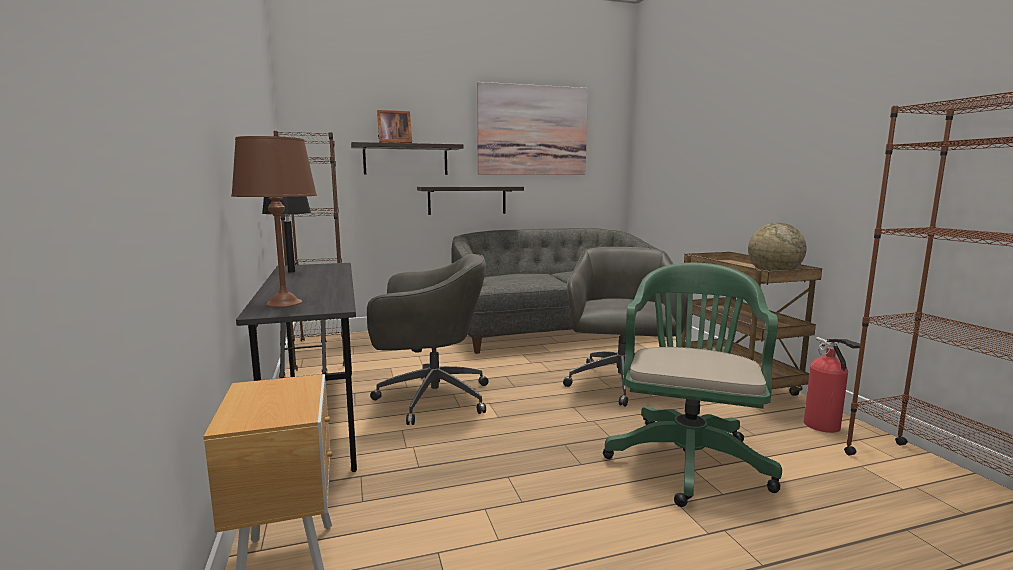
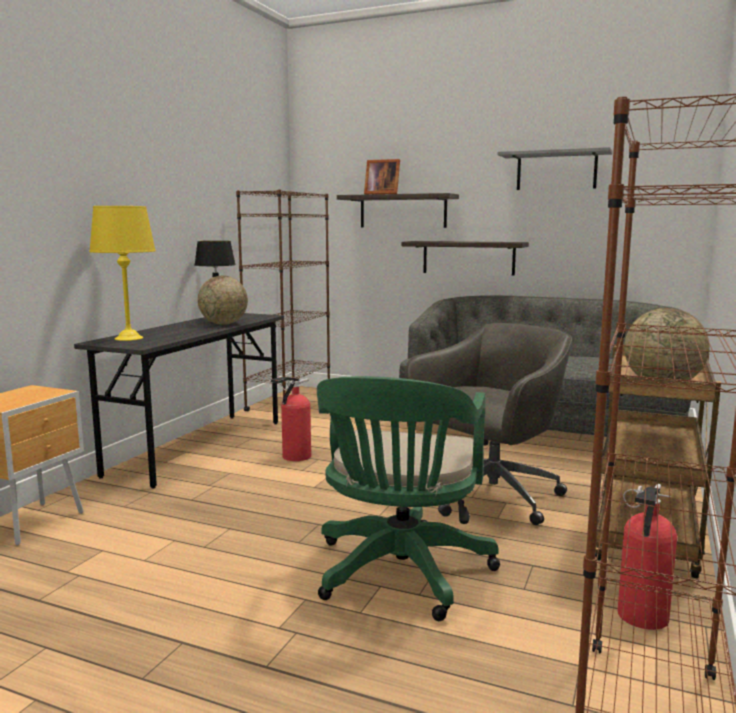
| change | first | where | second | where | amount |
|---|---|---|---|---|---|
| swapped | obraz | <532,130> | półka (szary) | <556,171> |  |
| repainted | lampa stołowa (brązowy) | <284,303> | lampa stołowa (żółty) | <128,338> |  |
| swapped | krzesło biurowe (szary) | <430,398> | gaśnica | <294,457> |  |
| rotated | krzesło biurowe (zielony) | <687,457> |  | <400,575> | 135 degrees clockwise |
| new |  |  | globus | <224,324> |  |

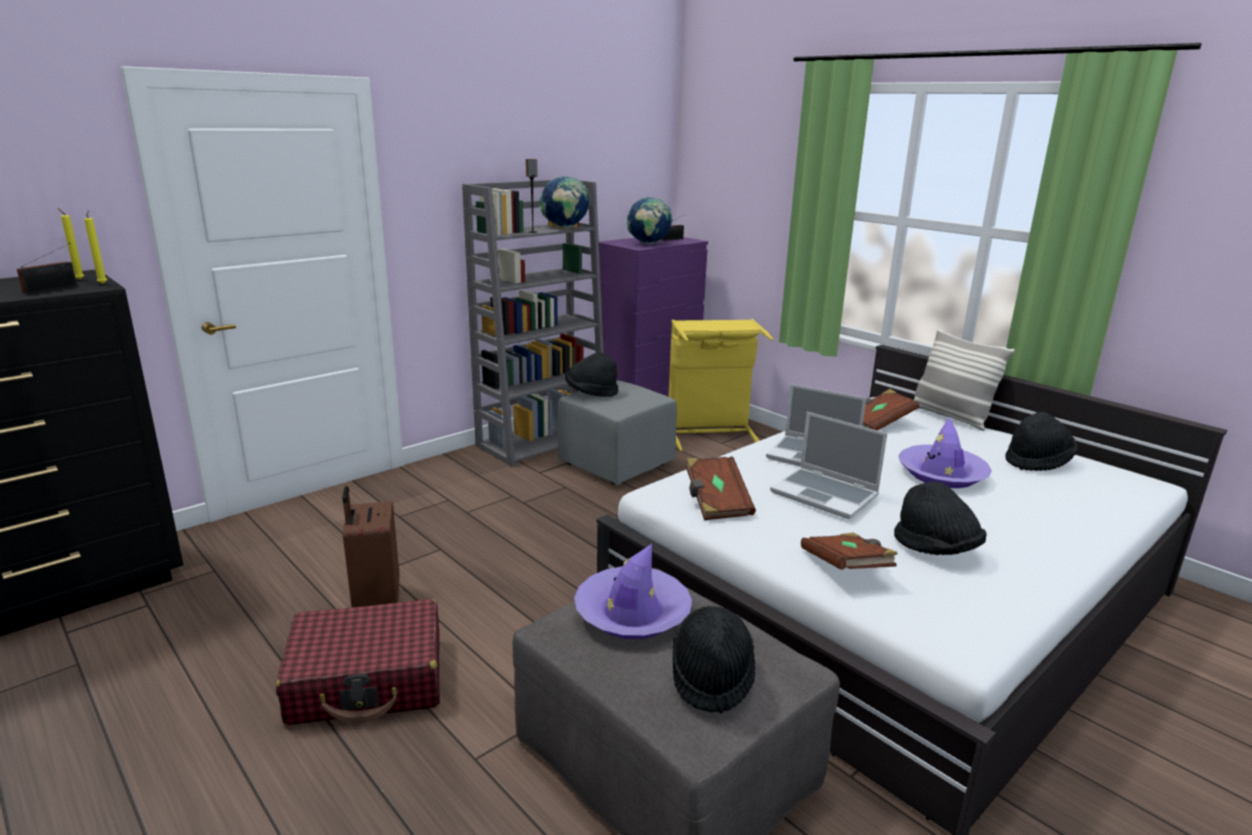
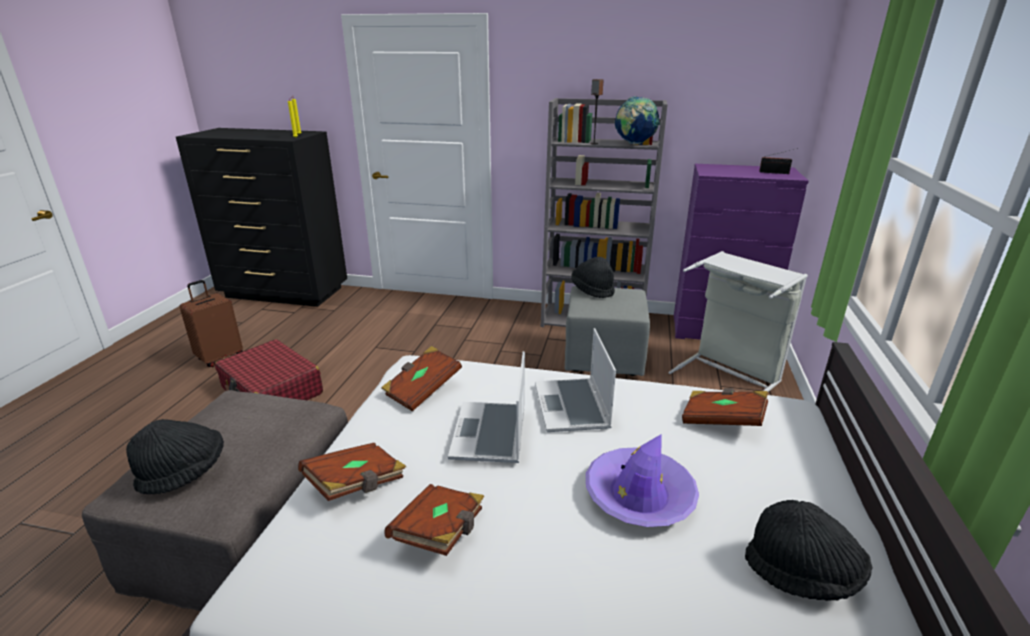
| change | first | where | second | where | amount |
|---|---|---|---|---|---|
| gone | globus | <648,244> |  |  |  |
| gone | radio | <54,289> |  |  |  |
| repainted | kosz na pranie (żółty) | <711,433> | kosz na pranie (szary) | <729,374> |  |
| gone | poduszka | <950,416> |  |  |  |
| swapped | kapelusz (czarny) | <936,549> | książka (brązowy) | <440,532> |  |
| shifted | walizka (brązowy) | <375,602> |  | <220,357> |  |
| gone | kapelusz (fioletowy) | <632,613> |  |  |  |

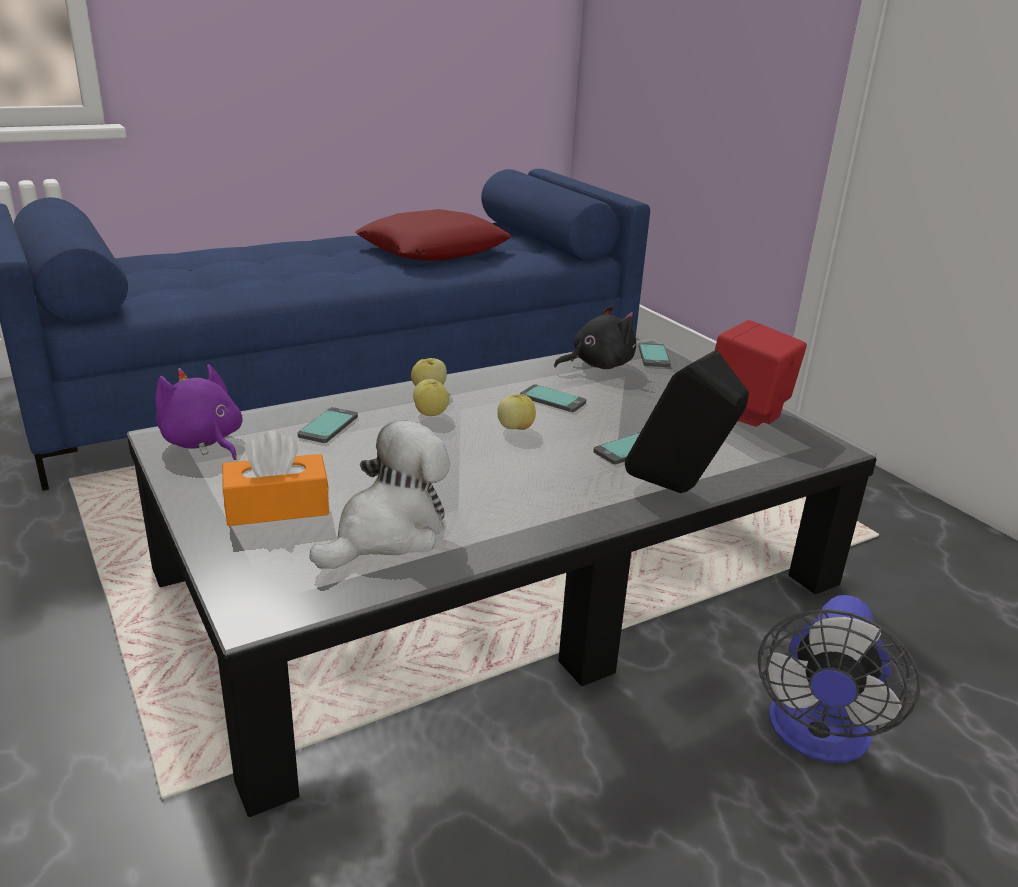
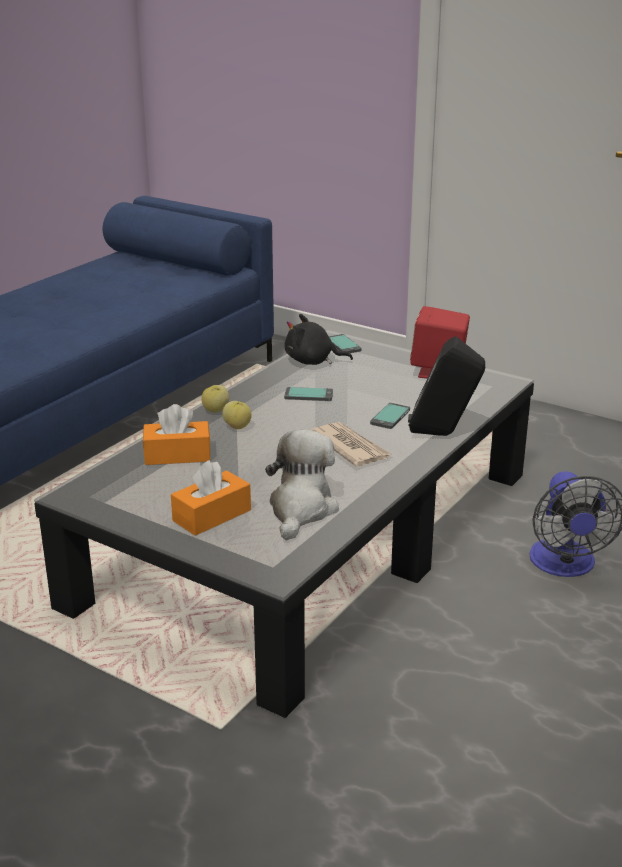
| change | first | where | second | where | amount |
|---|---|---|---|---|---|
| gone | poduszka (czerwony) | <434,249> |  |  |  |
| rotated | pluszak (czarny) | <598,365> |  | <312,361> | 120 degrees counterclockwise |
| gone | pluszak (fioletowy) | <203,442> |  |  |  |
| gone | jabłko | <515,428> |  |  |  |
| swapped | telefon | <328,426> | pudełko chusteczek (pomarańczowy) | <177,455> |  |
| new |  |  | gazeta | <350,447> |  |

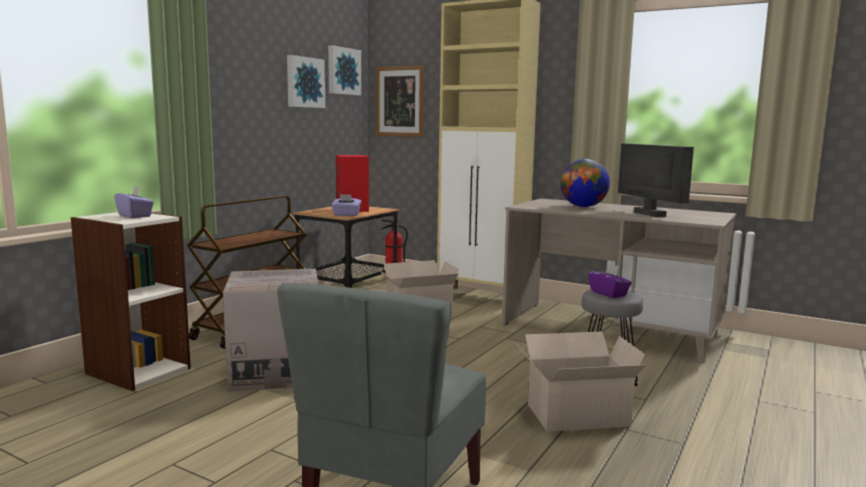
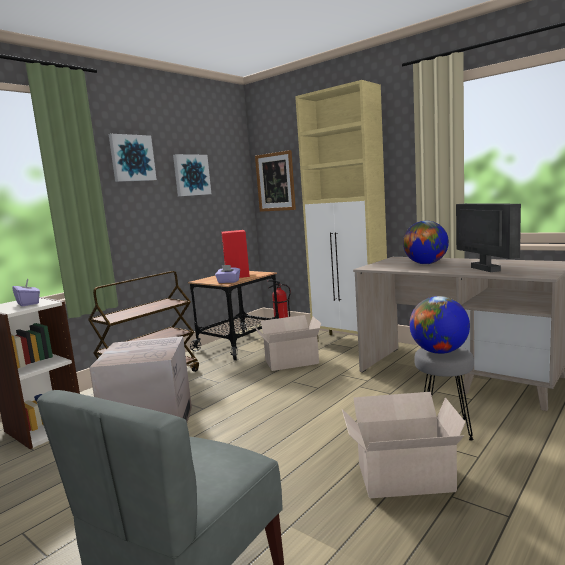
| change | first | where | second | where | amount |
|---|---|---|---|---|---|
| shifted | obraz | <343,71> |  | <132,158> |  |
| swapped | pudełko chusteczek (fioletowy) | <608,293> | globus | <439,352> |  |

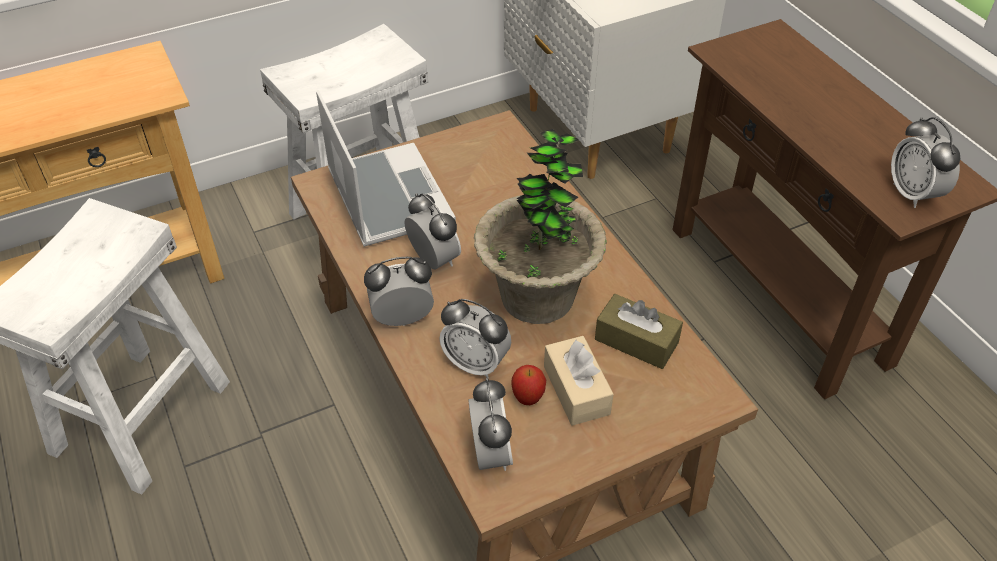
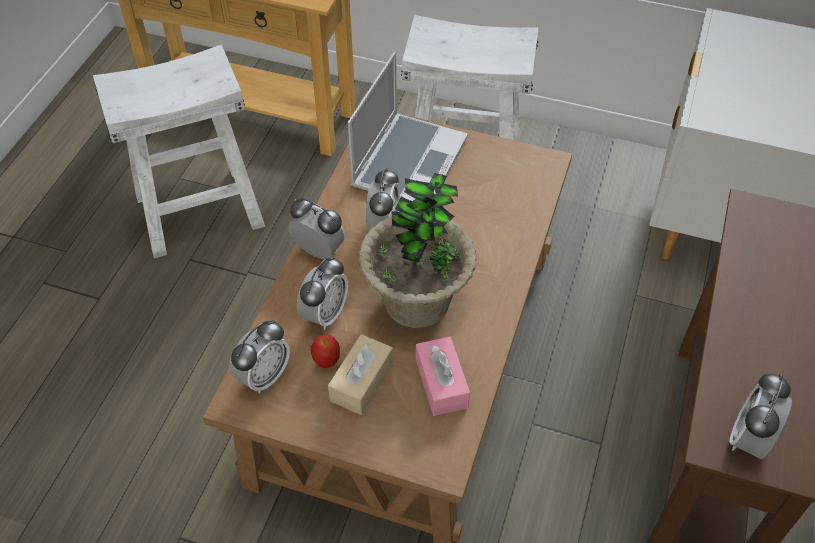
| change | first | where | second | where | amount |
|---|---|---|---|---|---|
| repainted | pudełko chusteczek (brązowy) | <636,341> | pudełko chusteczek (różowy) | <441,383> |  |
| rotated | budzik | <476,363> |  | <325,314> | 135 degrees counterclockwise |

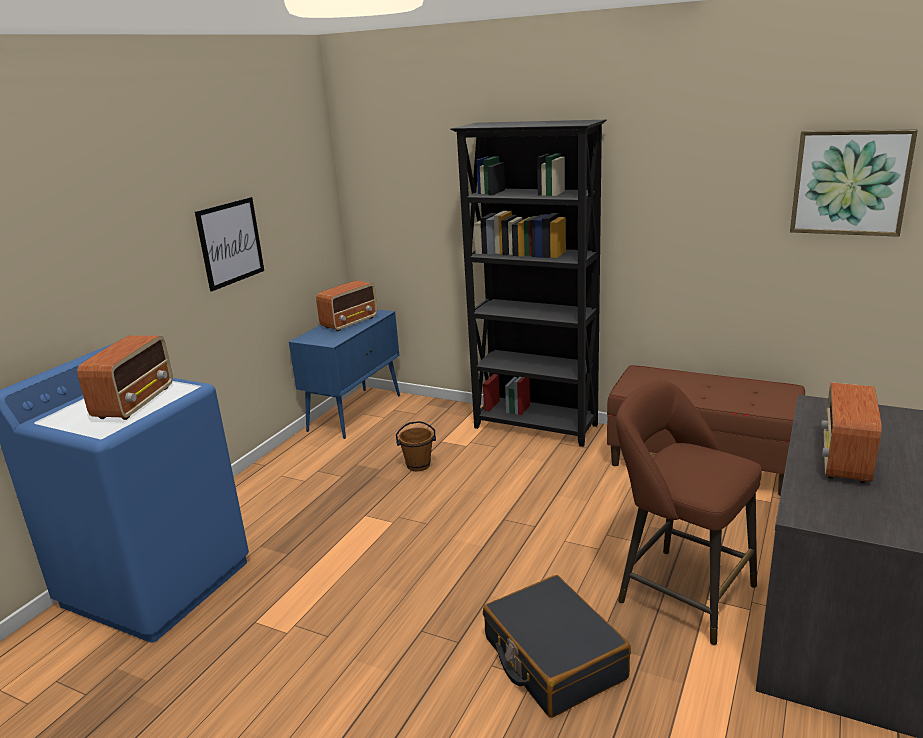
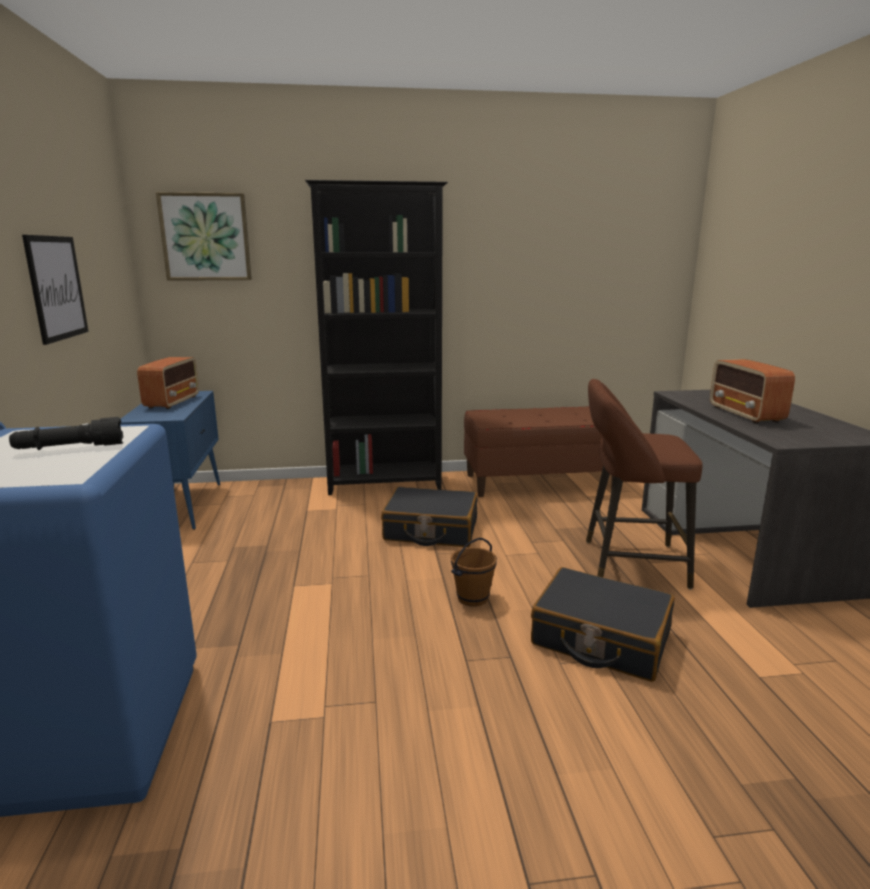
| change | first | where | second | where | amount |
|---|---|---|---|---|---|
| shifted | obraz | <850,182> |  | <206,237> |  |
| swapped | radio | <135,402> | latarka (czarny) | <70,448> |  |
| shifted | wiadro (brązowy) | <418,465> |  | <472,598> |  |
| new |  |  | walizka (czarny) | <431,530> |  |

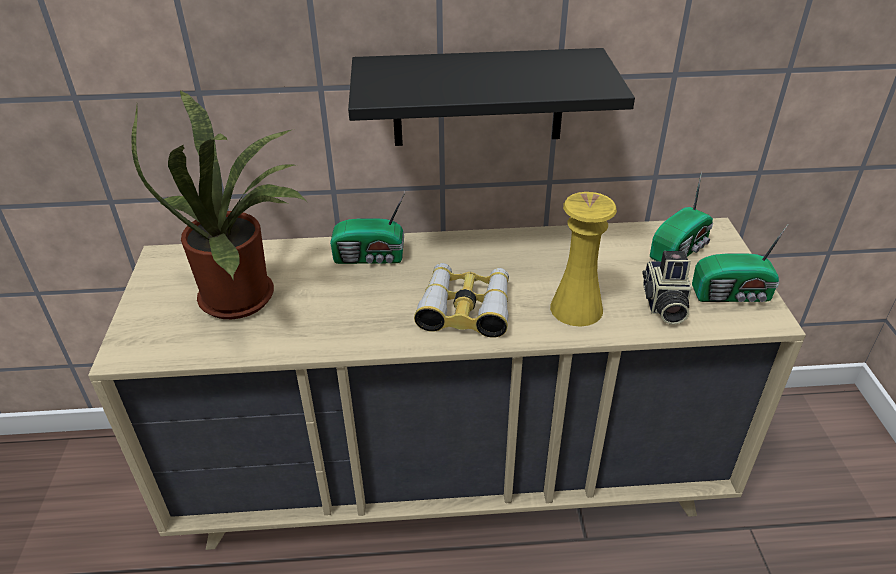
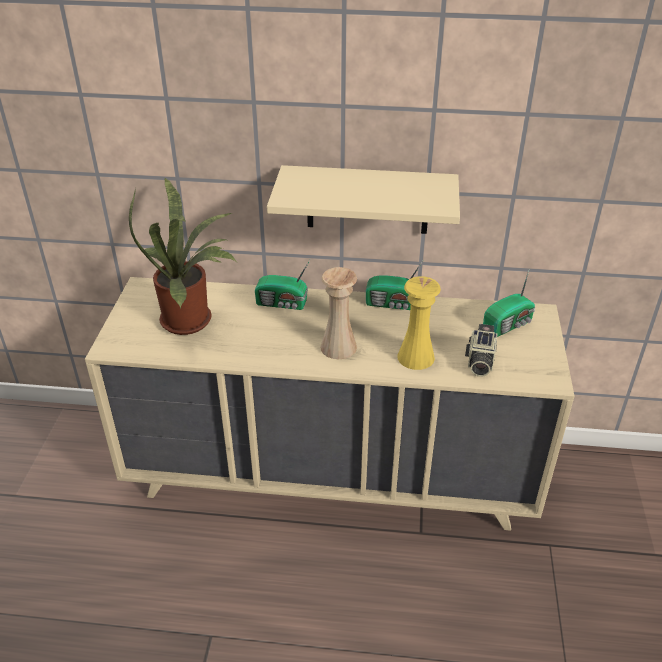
| change | first | where | second | where | amount |
|---|---|---|---|---|---|
| repainted | półka (czarny) | <478,98> | półka (beżowy) | <367,200> |  |
| shifted | radio | <733,295> |  | <392,304> |  |
| swapped | lornetka | <465,308> | wazon (beżowy) | <338,347> |  |

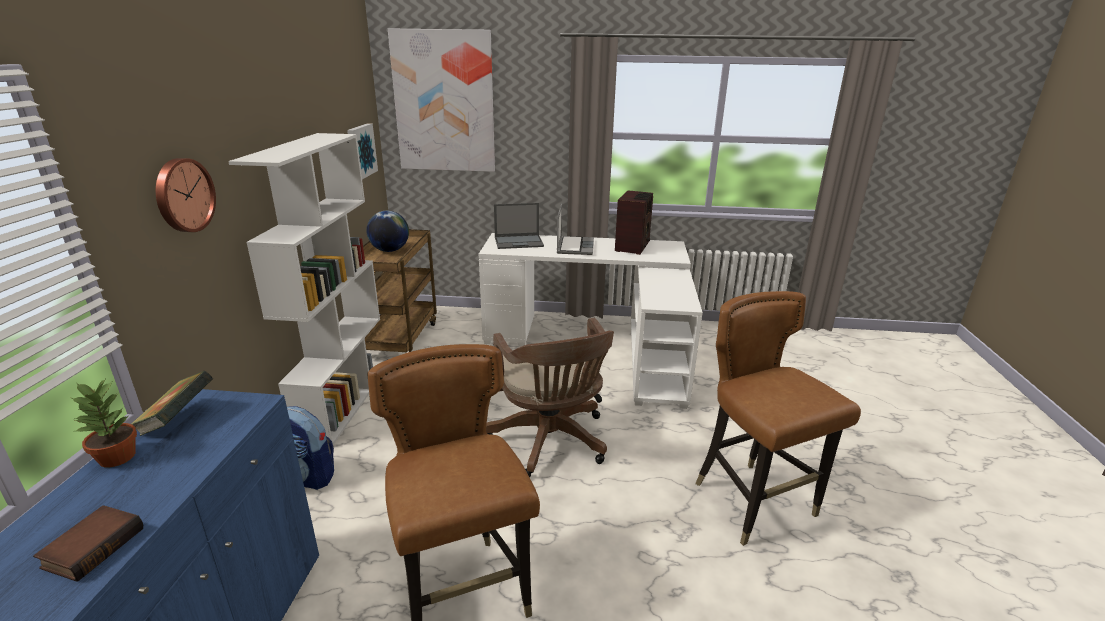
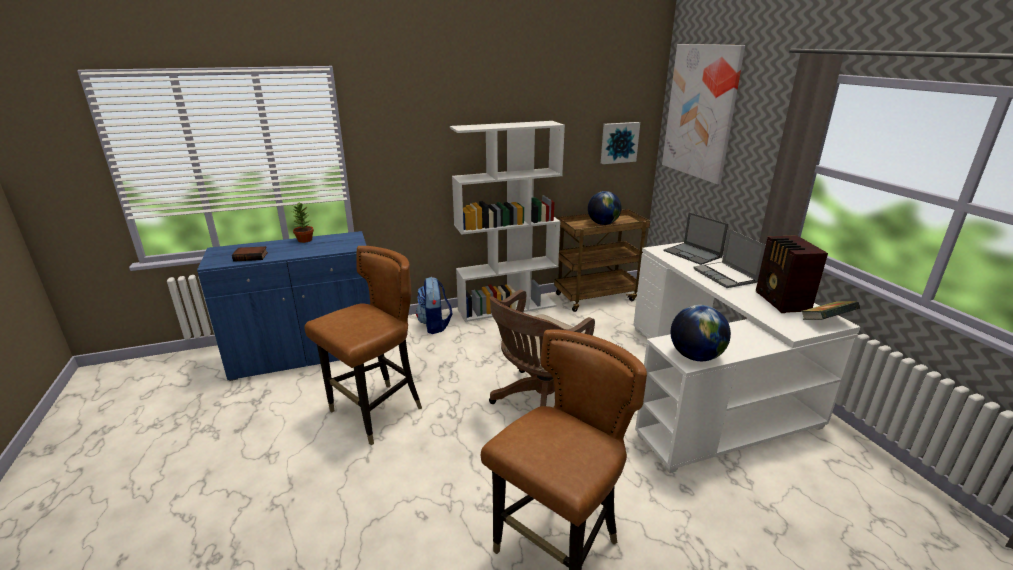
| change | first | where | second | where | amount |
|---|---|---|---|---|---|
| gone | zegar ścienny | <183,195> |  |  |  |
| rotated | radio | <633,246> |  | <781,302> | 90 degrees clockwise |
| rotated | laptop | <574,246> |  | <726,276> | 90 degrees clockwise |
| shifted | książka | <178,420> |  | <825,322> |  |
| new |  |  | globus | <695,356> |  |

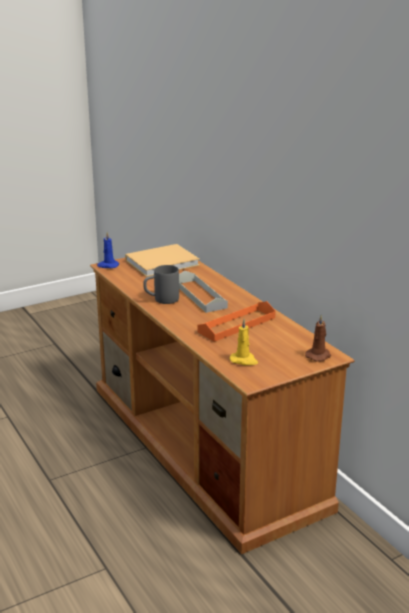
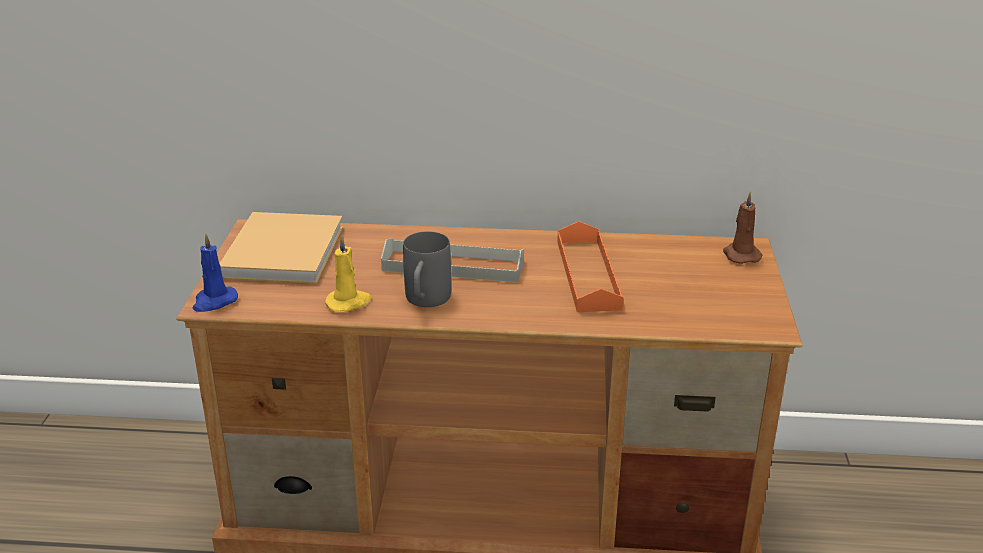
| change | first | where | second | where | amount |
|---|---|---|---|---|---|
| shifted | świeca (żółty) | <244,360> |  | <349,302> |  |

